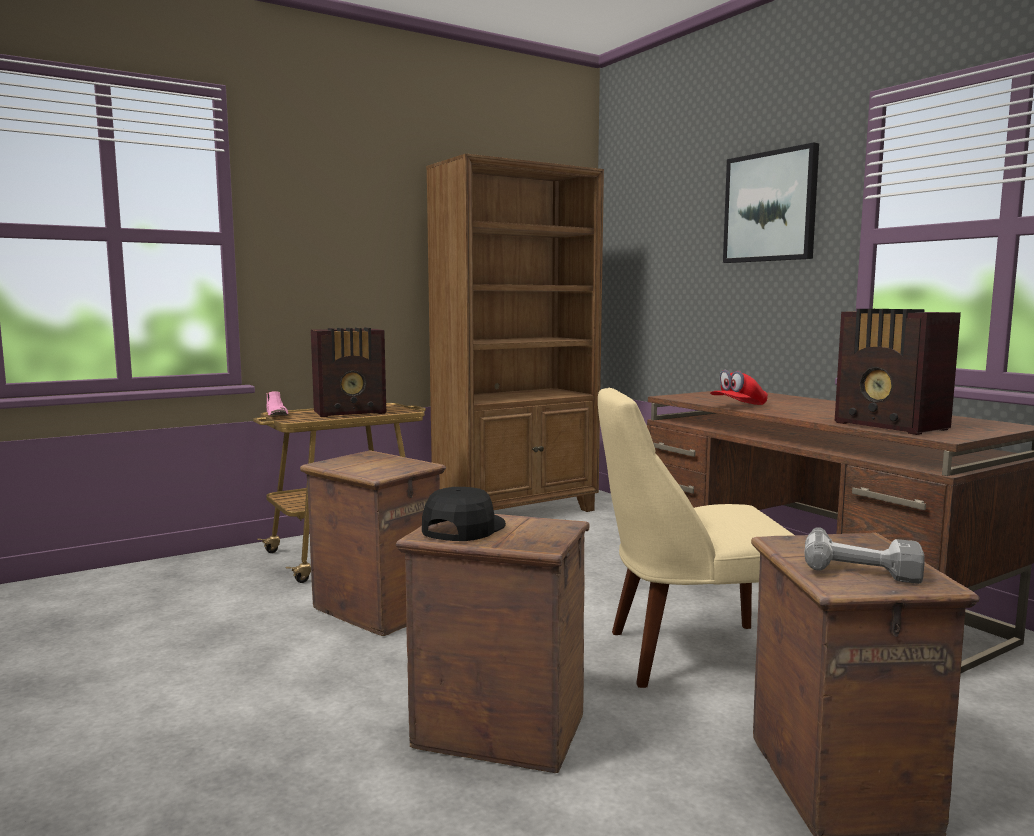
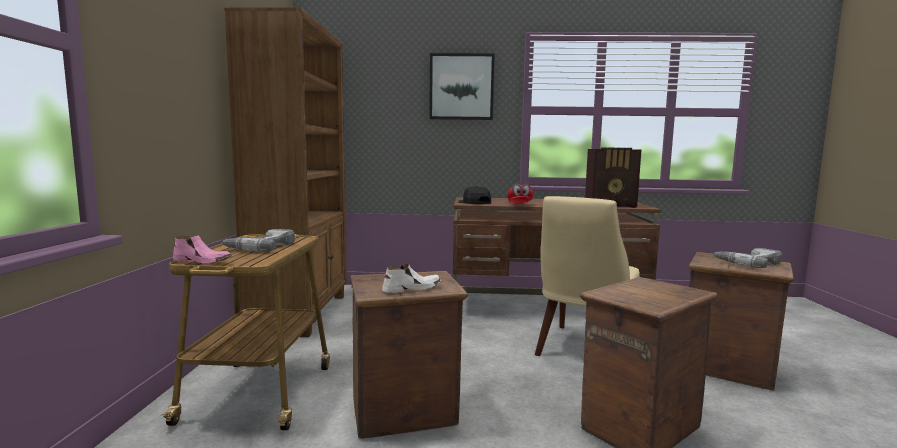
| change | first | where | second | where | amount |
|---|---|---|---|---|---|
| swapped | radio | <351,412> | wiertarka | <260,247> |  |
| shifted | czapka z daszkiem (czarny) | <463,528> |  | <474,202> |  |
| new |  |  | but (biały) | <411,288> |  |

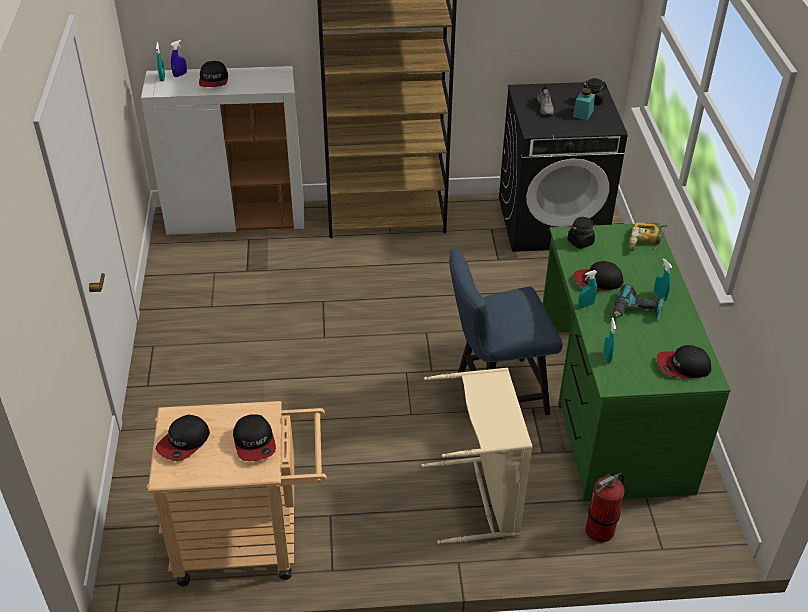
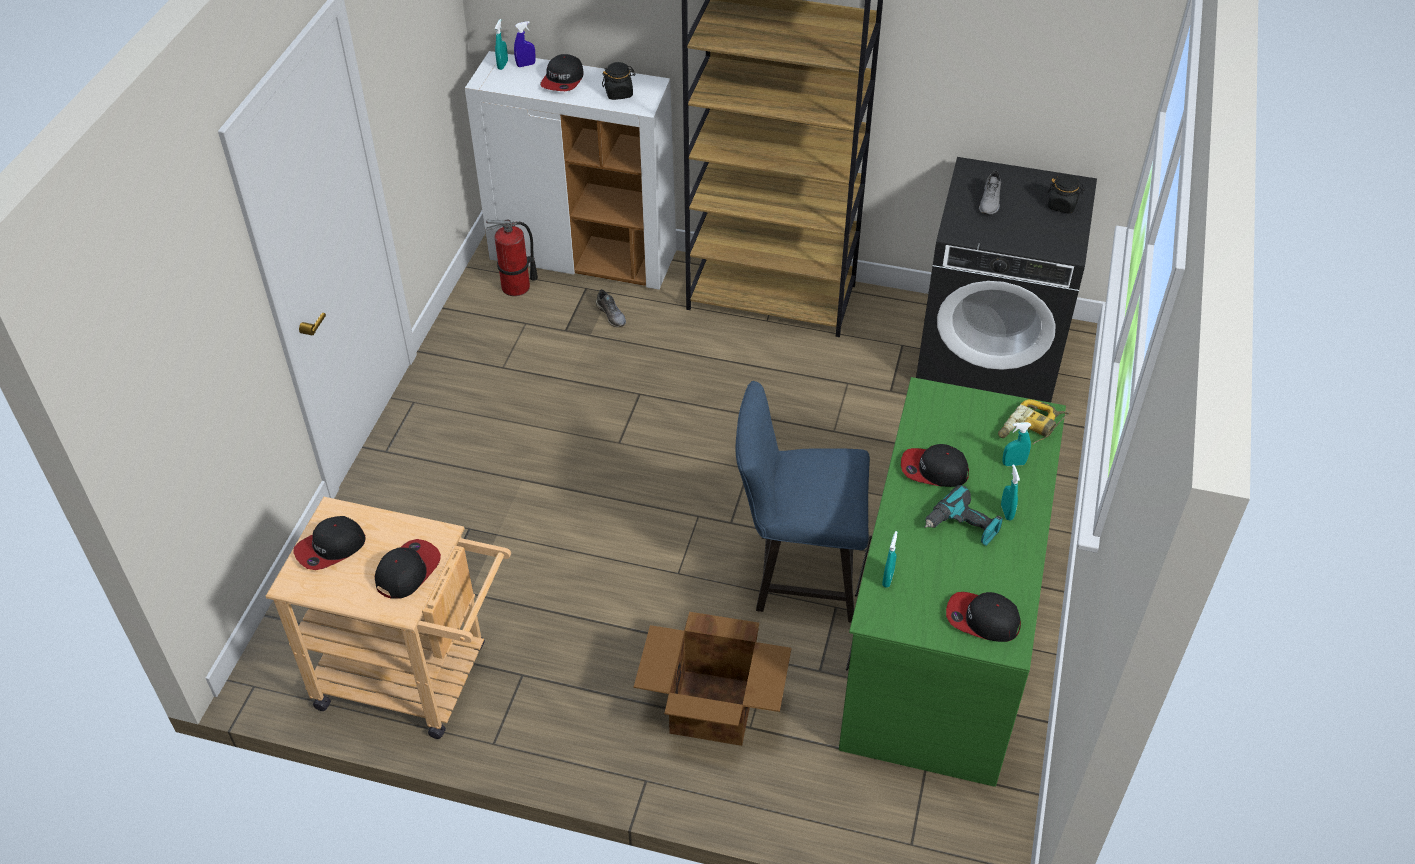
| change | first | where | second | where | amount |
|---|---|---|---|---|---|
| gone | słoik (turkusowy) | <583,114> |  |  |  |
| shifted | słoik (czarny) | <580,242> |  | <619,93> |  |
| shifted | spryskiwacz (turkusowy) | <585,305> |  | <1013,463> |  |
| swapped | kosz na pranie (beżowy) | <482,498> | karton | <714,708> |  |
| rotated | czapka z daszkiem | <254,442> |  | <407,571> | 150 degrees counterclockwise |
| shifted | gaśnica | <600,530> |  | <516,287> |  |
| new |  |  | but (szary) | <611,315> |  |

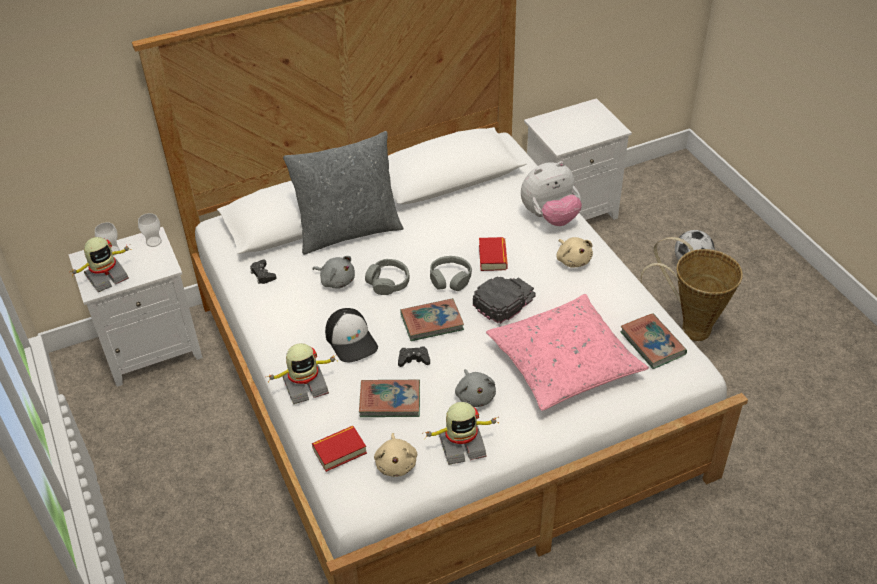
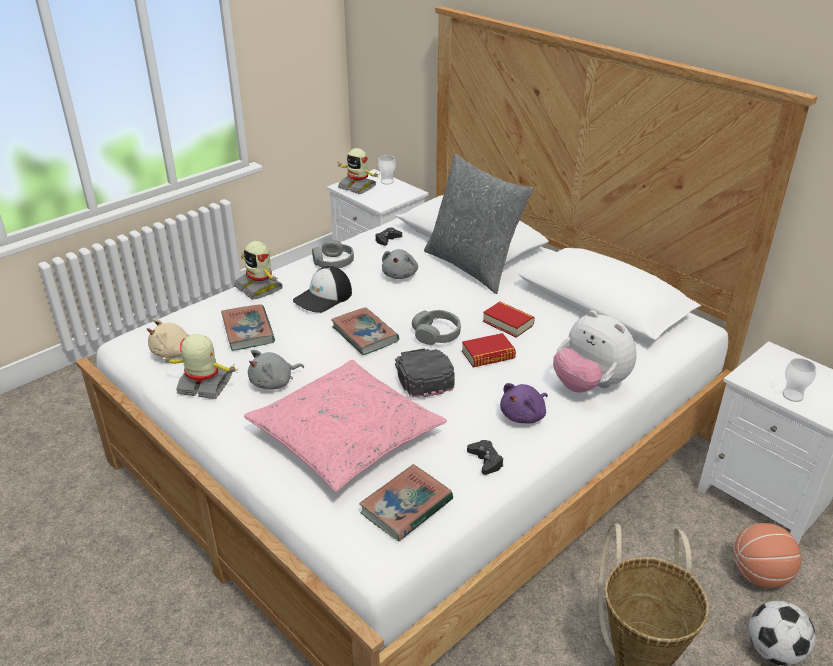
| change | first | where | second | where | amount |
|---|---|---|---|---|---|
| shifted | filiżanka | <154,242> |  | <792,395> |  |
| repainted | pluszak (beżowy) | <573,260> | pluszak (fioletowy) | <524,415> |  |
| shifted | słuchawki (szary) | <388,282> |  | <333,262> |  |
| rotated | czapka z daszkiem (czarny) | <504,300> |  | <422,374> | 135 degrees counterclockwise |
| shifted | pad do gier (czarny) | <413,359> |  | <485,460> |  |
| rotated | robot zabawkowy | <461,445> |  | <204,386> | 135 degrees clockwise |
| shifted | książka | <339,451> |  | <508,323> |  |
| new |  |  | piłka do koszykówki | <759,575> |  |

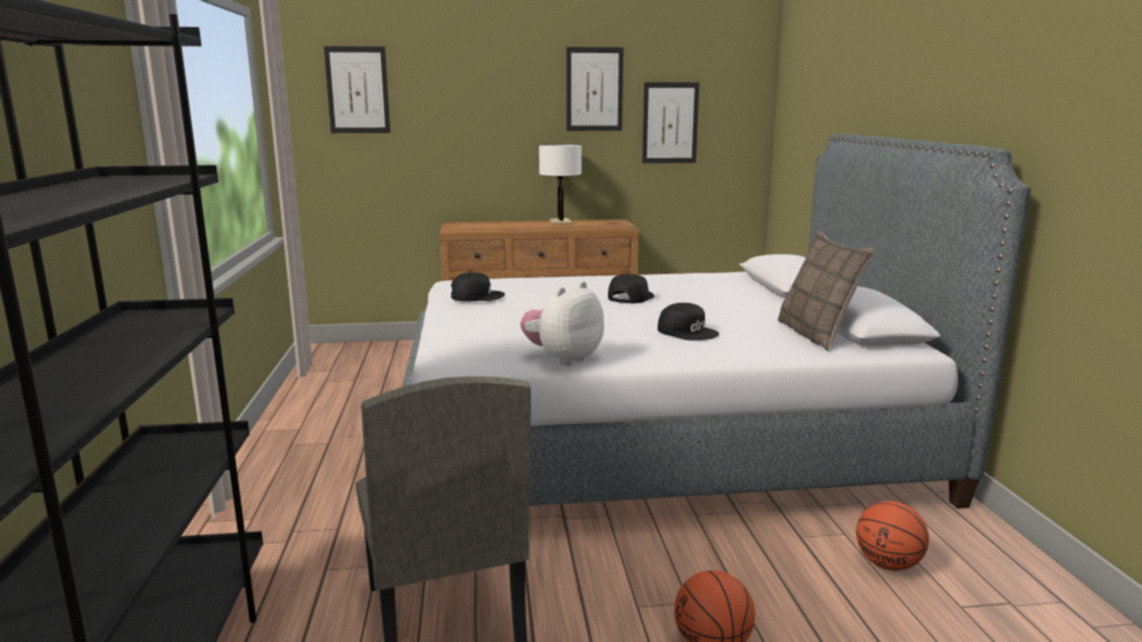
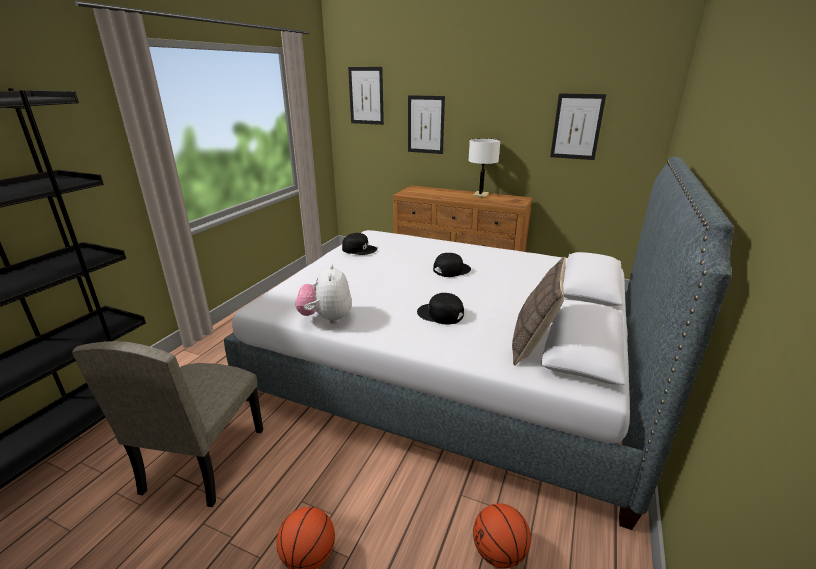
| change | first | where | second | where | amount |
|---|---|---|---|---|---|
| shifted | obraz | <594,89> |  | <425,124> |  |
| rotated | pluszak | <563,359> |  | <327,318> | 75 degrees counterclockwise |
| rotated | czapka z daszkiem (czarny) | <688,331> |  | <440,314> | 135 degrees clockwise |

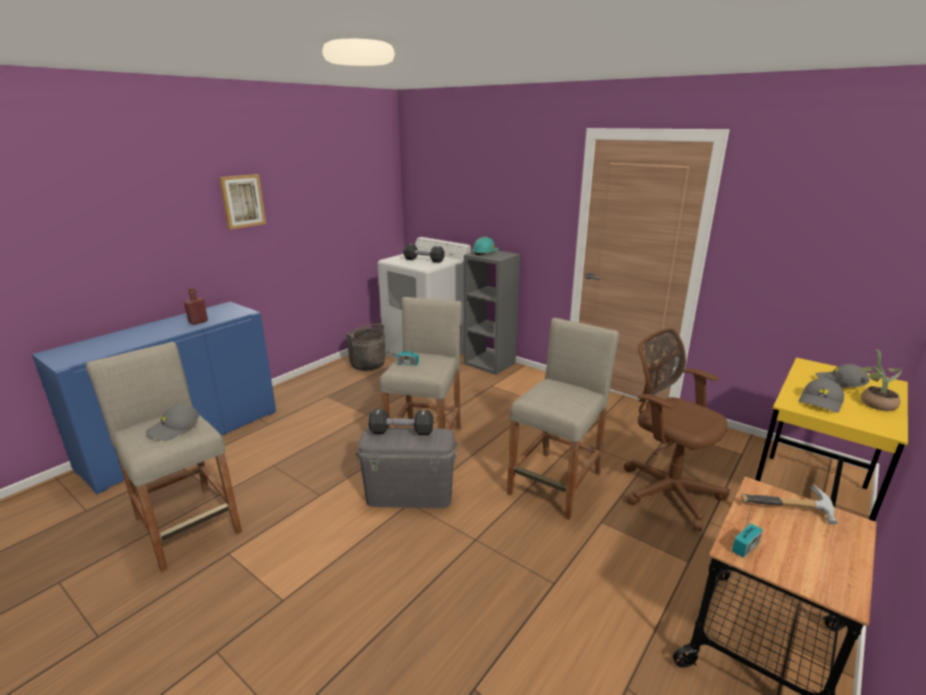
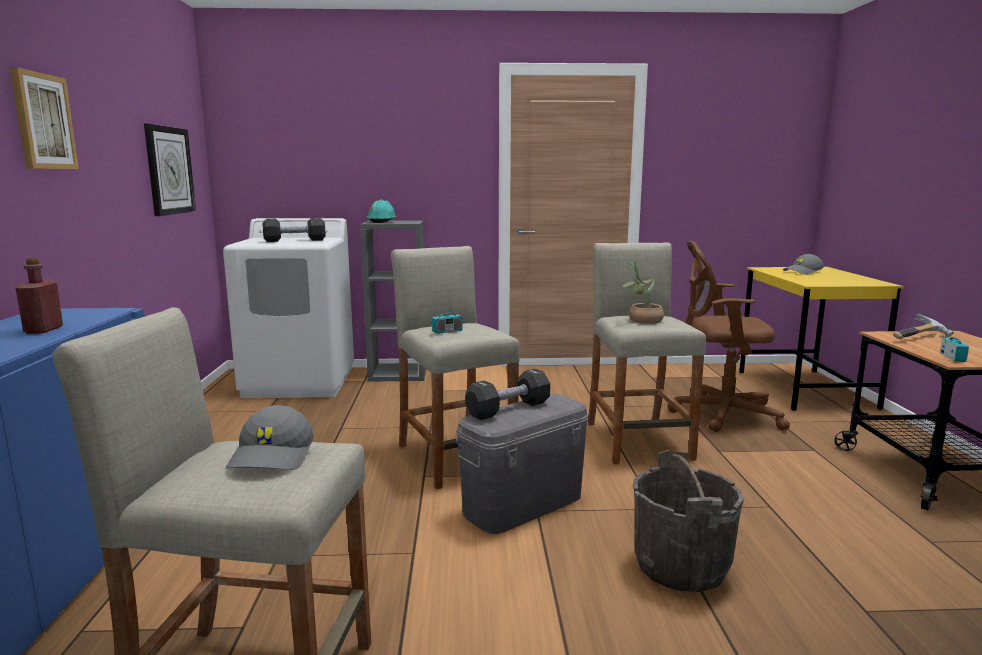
| change | first | where | second | where | amount |
|---|---|---|---|---|---|
| shifted | wiadro (szary) | <368,363> |  | <681,565> |  |
| shifted | roślina doniczkowa | <873,403> |  | <641,320> |  |
| gone | czapka z daszkiem (szary) | <821,402> |  |  |  |
| new |  |  | zegar ścienny | <169,170> |  |

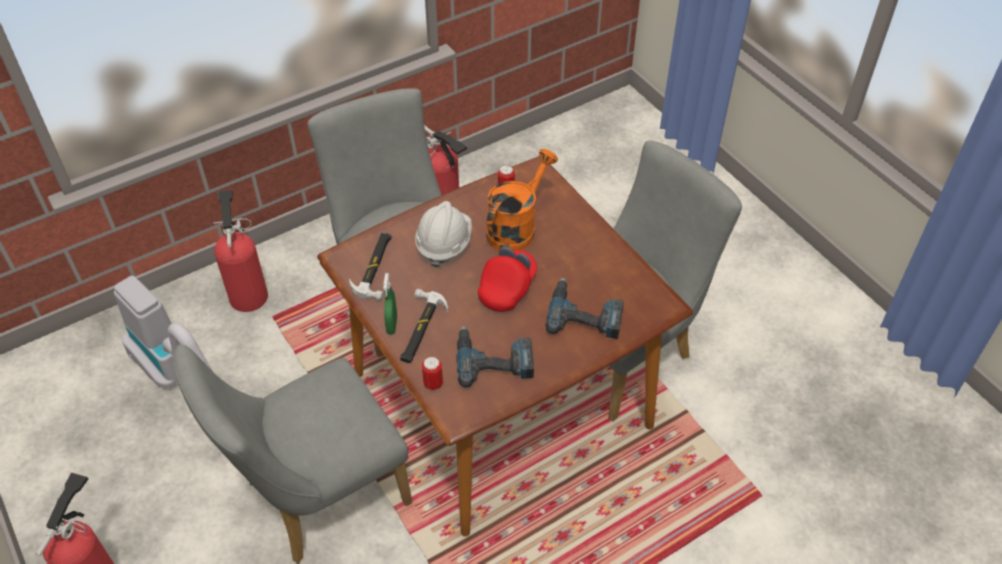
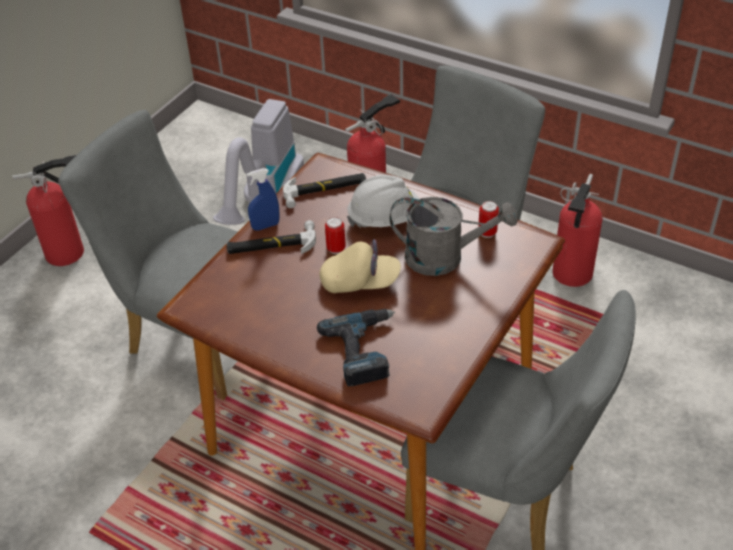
| change | first | where | second | where | amount |
|---|---|---|---|---|---|
| repainted | konewka (pomarańczowy) | <516,227> | konewka (szary) | <445,257> |  |
| repainted | czapka z daszkiem (czerwony) | <507,288> | czapka z daszkiem (beżowy) | <360,282> |  |
| repainted | spryskiwacz (zielony) | <392,325> | spryskiwacz (niebieski) | <265,226> |  |
| gone | wiertarka | <494,359> |  |  |  |
| shifted | puszka | <433,384> |  | <336,249> |  |

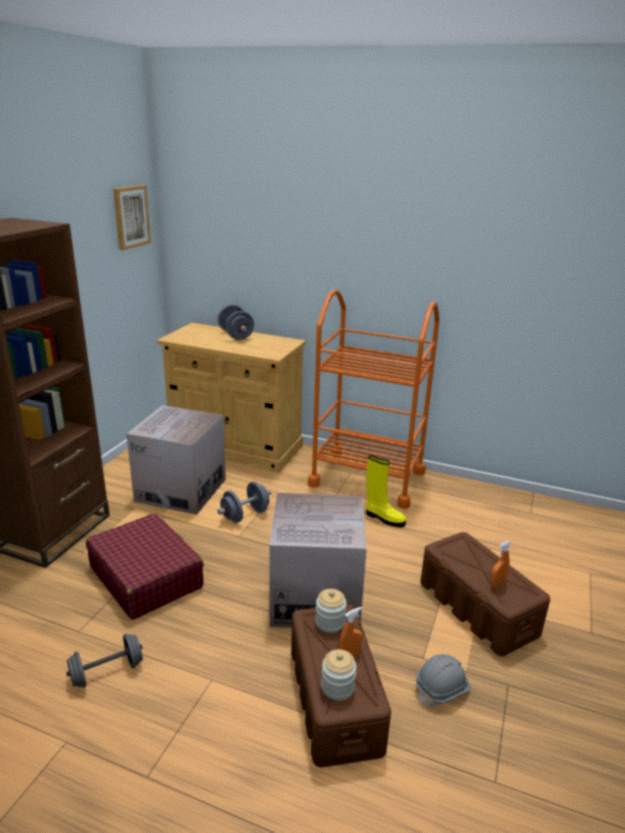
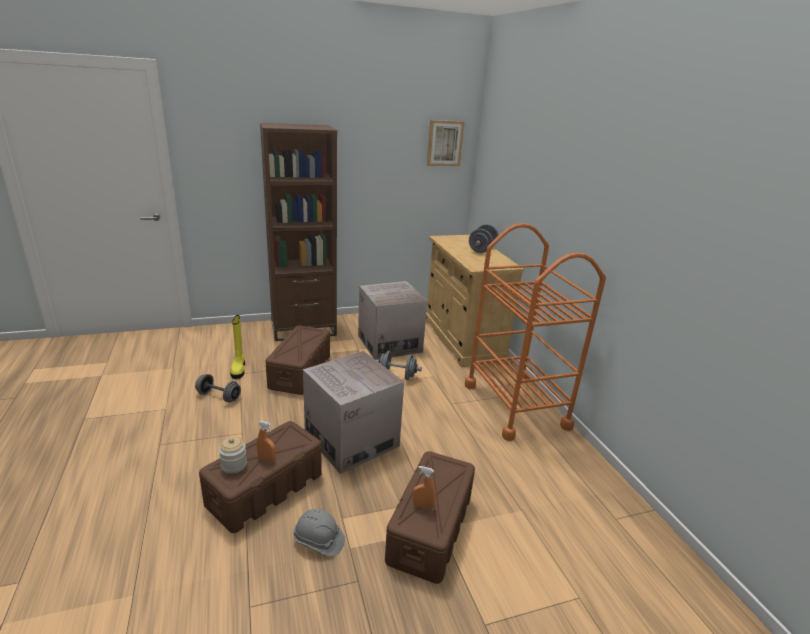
| change | first | where | second | where | amount |
|---|---|---|---|---|---|
| shifted | but z cholewką (żółty) | <384,518> |  | <238,369> |  |
| swapped | walizka (czerwony) | <146,577> | pojemnik do przechowywania (brązowy) | <300,371> |  |
| gone | słoik | <330,622> |  |  |  |

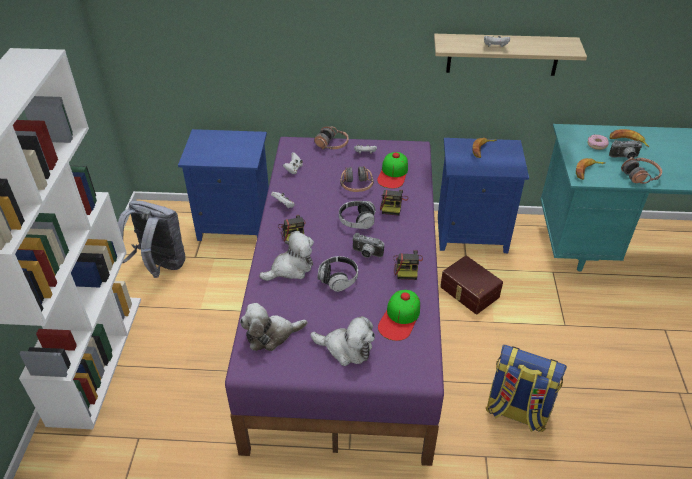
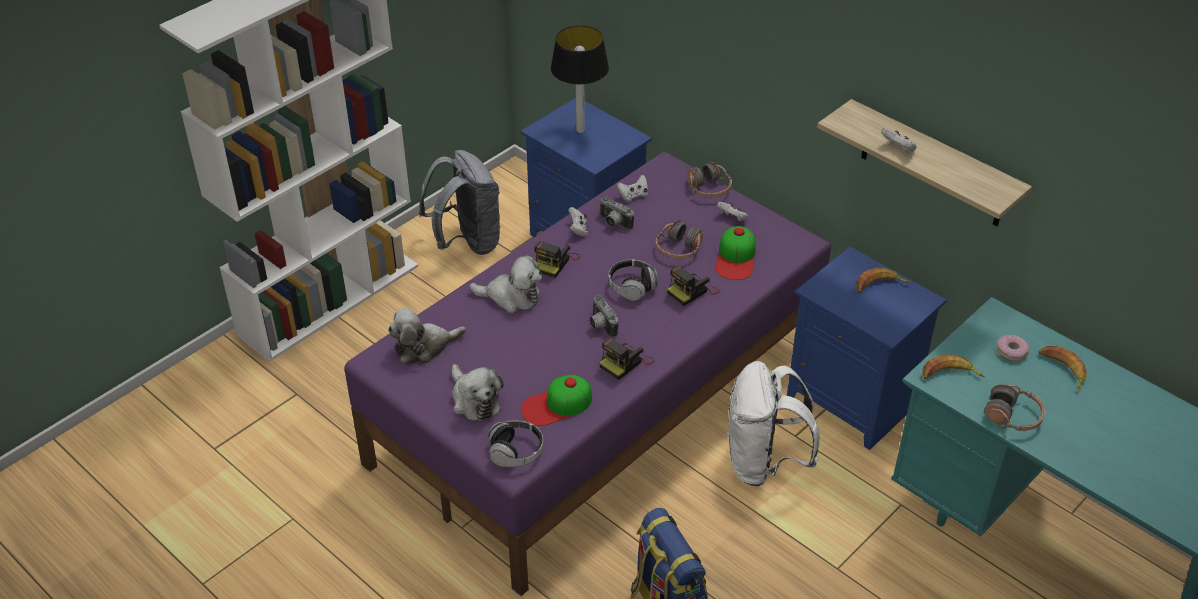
| change | first | where | second | where | amount |
|---|---|---|---|---|---|
| shifted | aparat fotograficzny | <624,157> |  | <613,223> |  |
| rotated | czapka z daszkiem | <393,174> |  | <736,258> | 45 degrees counterclockwise |
| shifted | słuchawki | <338,279> |  | <516,452> |  |
| swapped | pojemnik do przechowywania (brązowy) | <468,292> | plecak (biały) | <764,463> |  |
| rotated | pluszak | <271,335> |  | <424,347> | 45 degrees counterclockwise |
| new |  |  | lampa stołowa | <580,130> |  |

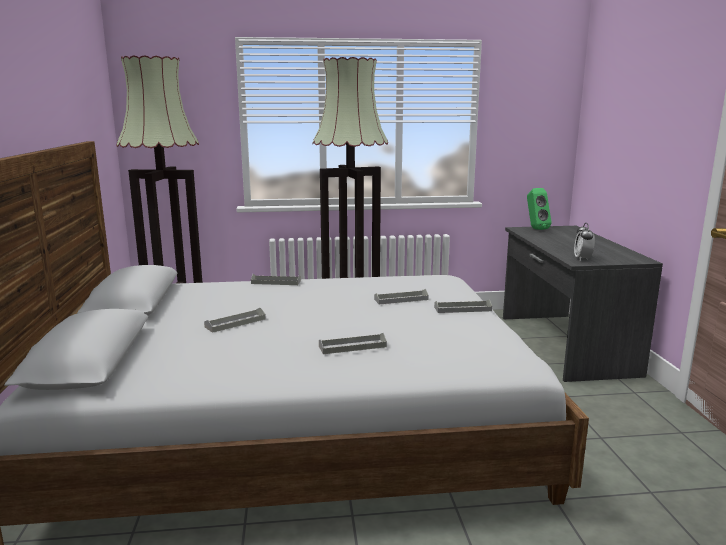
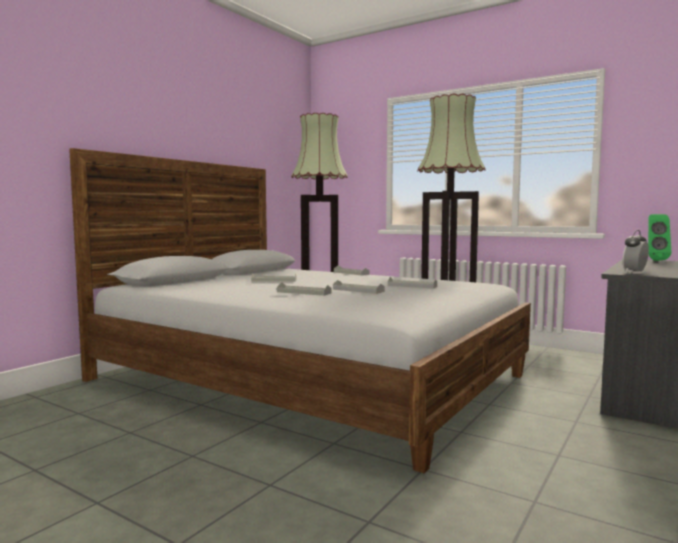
| change | first | where | second | where | amount |
|---|---|---|---|---|---|
| shifted | taca (szary) | <462,309> |  | <358,290> |  |

